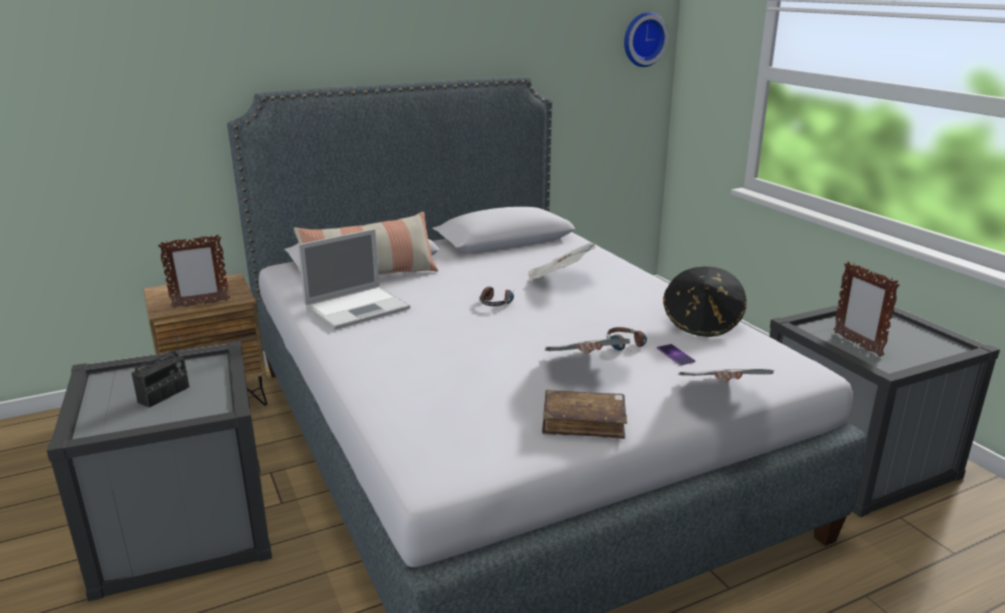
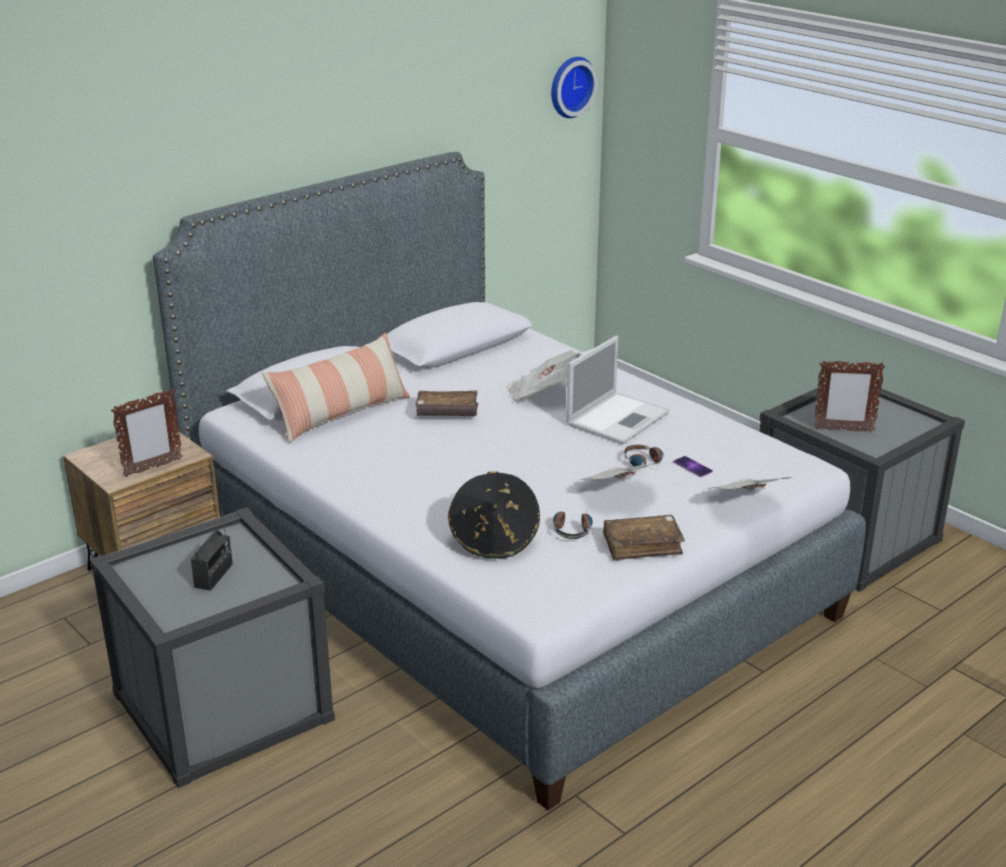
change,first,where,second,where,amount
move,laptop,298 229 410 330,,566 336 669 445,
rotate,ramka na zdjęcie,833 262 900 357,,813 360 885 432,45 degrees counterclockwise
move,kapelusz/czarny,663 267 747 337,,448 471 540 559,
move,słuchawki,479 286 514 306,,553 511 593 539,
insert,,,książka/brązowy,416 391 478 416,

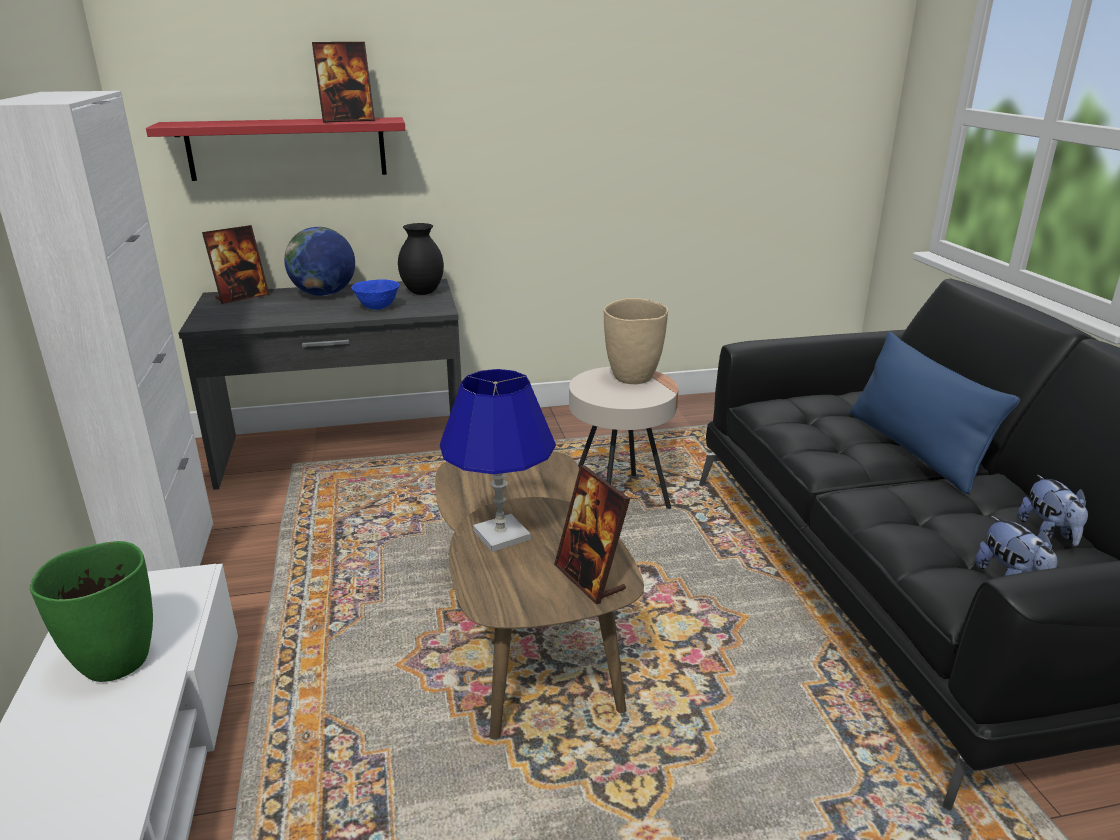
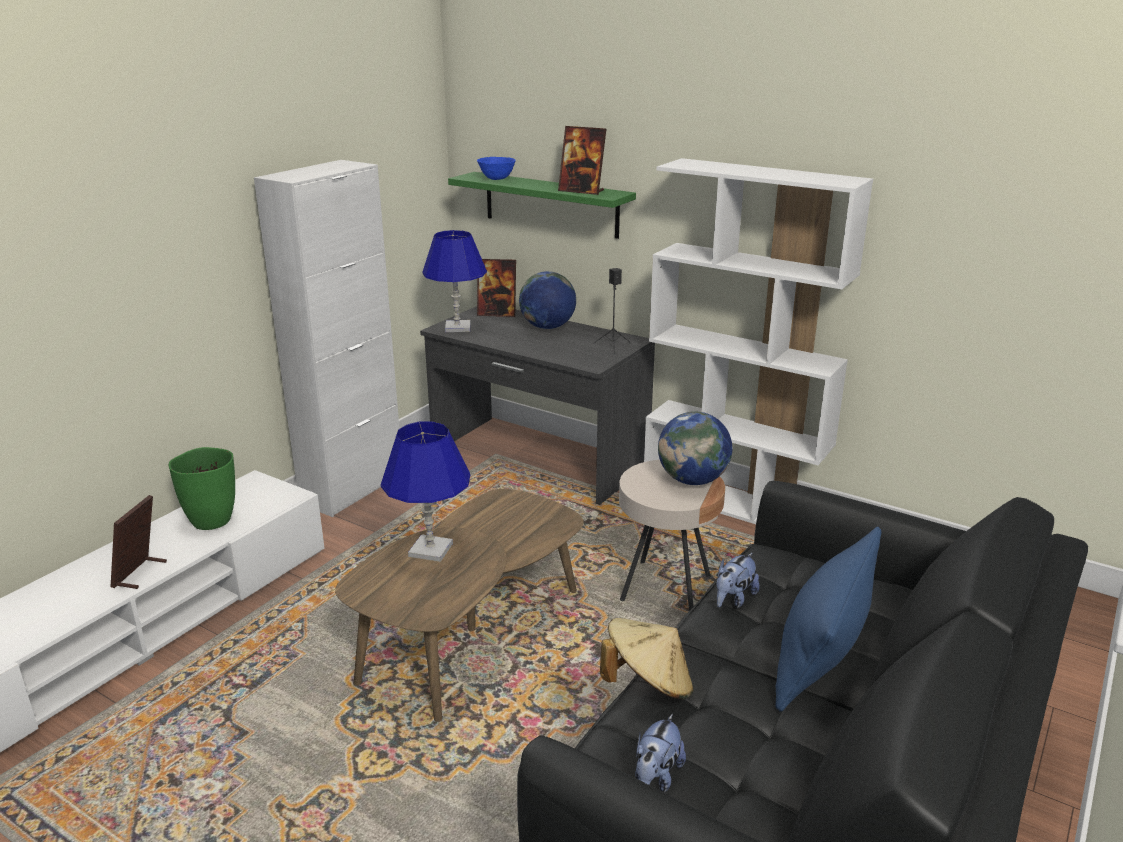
change,first,where,second,where,amount
recolor,półka/czerwony,146 117 405 181,półka/zielony,448 172 636 239,
replace,wazon/czarny,398 223 444 295,głośnik/czarny,594 268 631 355,
move,miska/niebieski,351 279 400 310,,477 157 516 180,
replace,wazon/beżowy,603 298 668 384,globus,658 411 732 485,
move,ramka na zdjęcie,554 465 630 604,,111 495 167 589,
move,pluszak,1017 475 1088 546,,717 553 760 608,
insert,,,regał/biały,644 158 873 524,
insert,,,lampa stołowa/niebieski,422 230 487 332,
insert,,,kapelusz/beżowy,600 618 693 700,

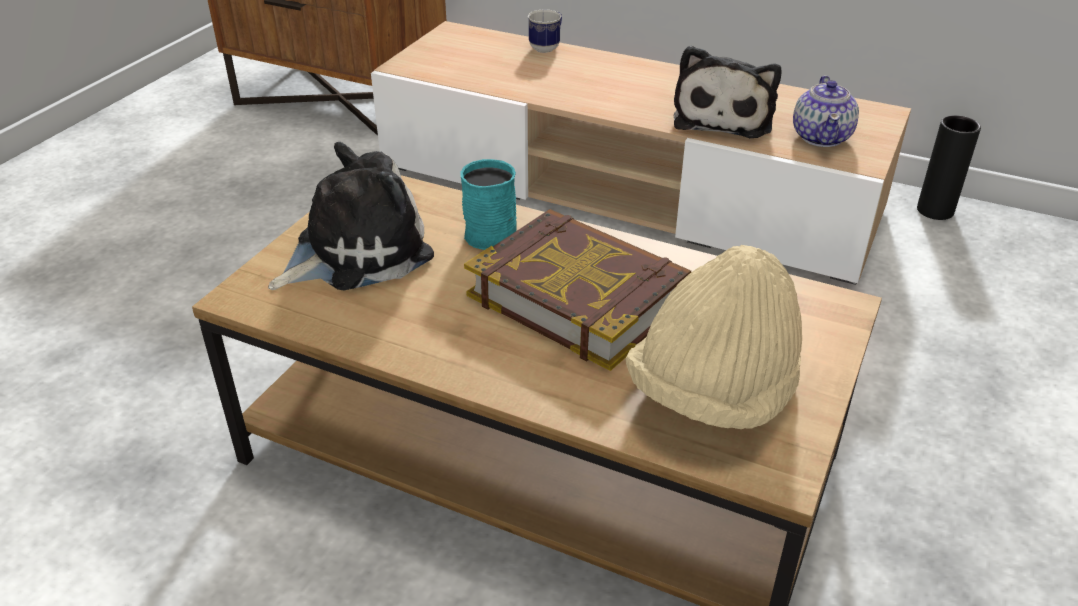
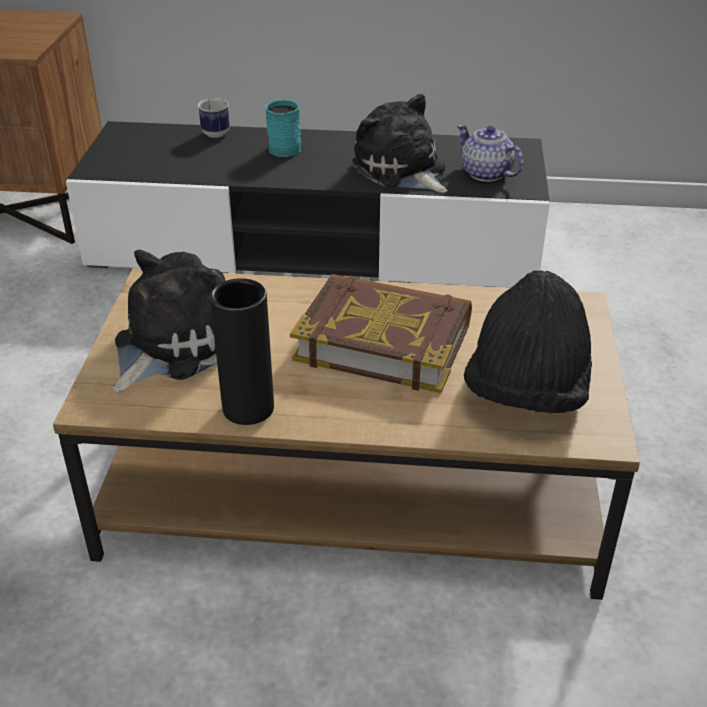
change,first,where,second,where,amount
recolor,szafka pod telewizor/beżowy,371 21 911 285,szafka pod telewizor/czarny,66 121 550 287,
rotate,pluszak,674 45 781 138,,352 94 448 193,150 degrees clockwise
rotate,imbryk,793 75 859 147,,457 124 524 182,150 degrees clockwise
move,wazon/czarny,917 115 981 220,,210 278 274 425,
move,kubek/turkusowy,461 159 517 250,,265 100 301 157,
recolor,kapelusz/beżowy,626 245 802 429,kapelusz/czarny,464 270 592 413,

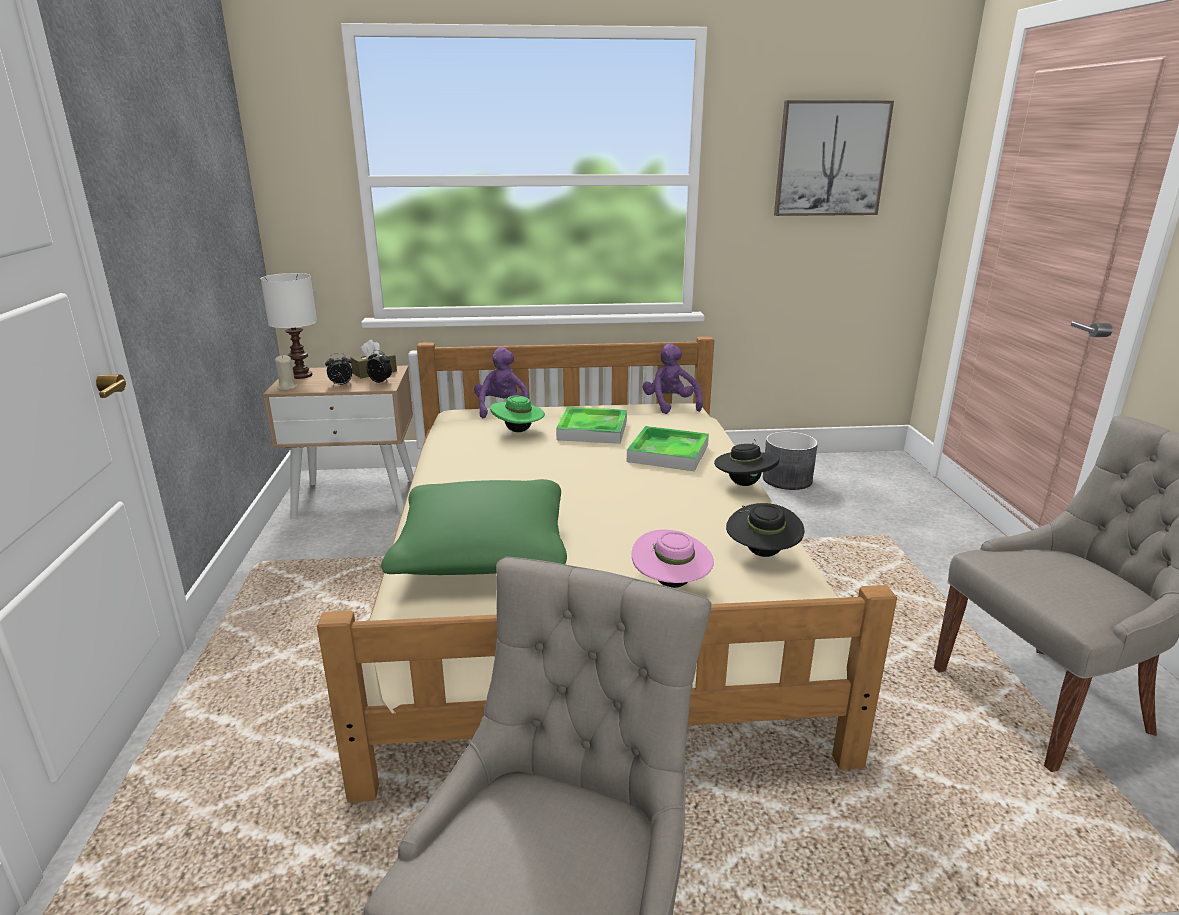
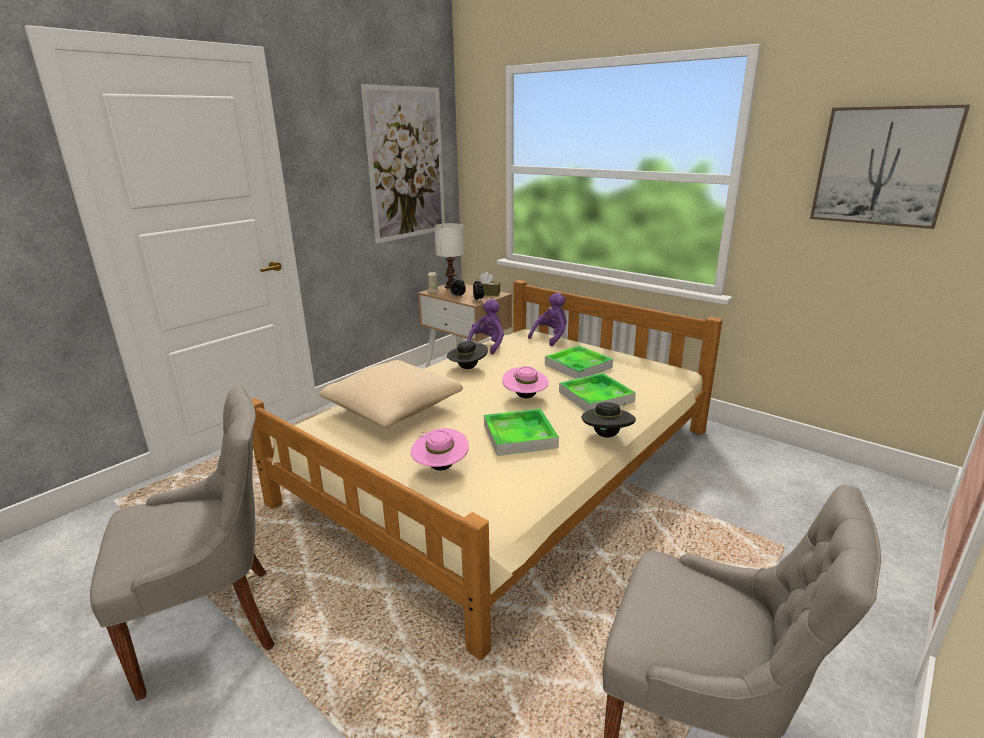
change,first,where,second,where,amount
move,pluszak/fioletowy,643 344 703 414,,467 299 504 355,
delete,kapelusz/zielony,491 395 545 432,,,
delete,donica/szary,763 431 818 490,,,
recolor,poduszka/zielony,381 479 567 575,poduszka/beżowy,319 360 463 428,
move,kapelusz/czarny,726 503 804 557,,447 339 488 369,
insert,,,obraz,361 84 445 243,
insert,,,kapelusz/różowy,502 366 549 398,
insert,,,taca,484 409 559 456,

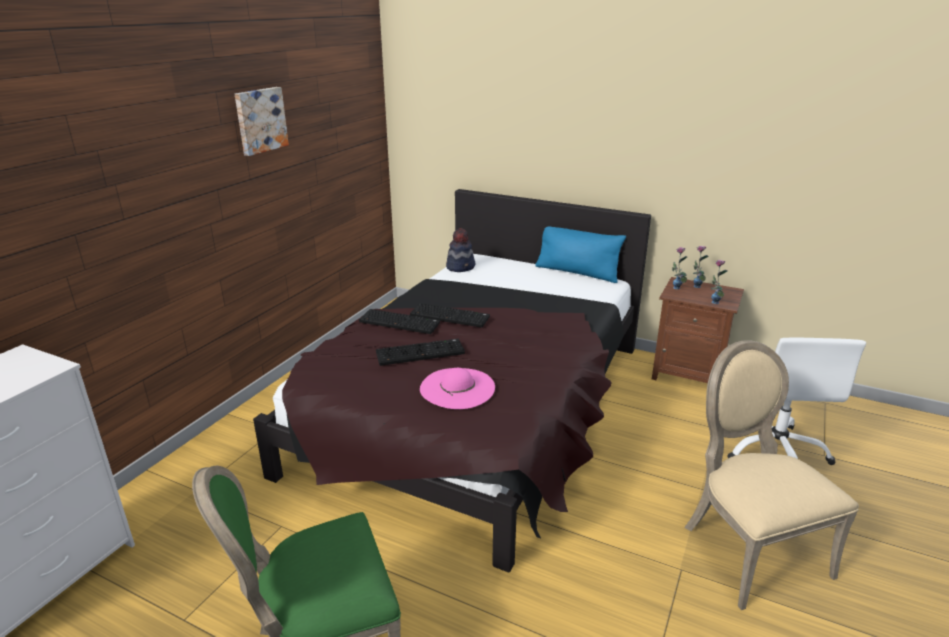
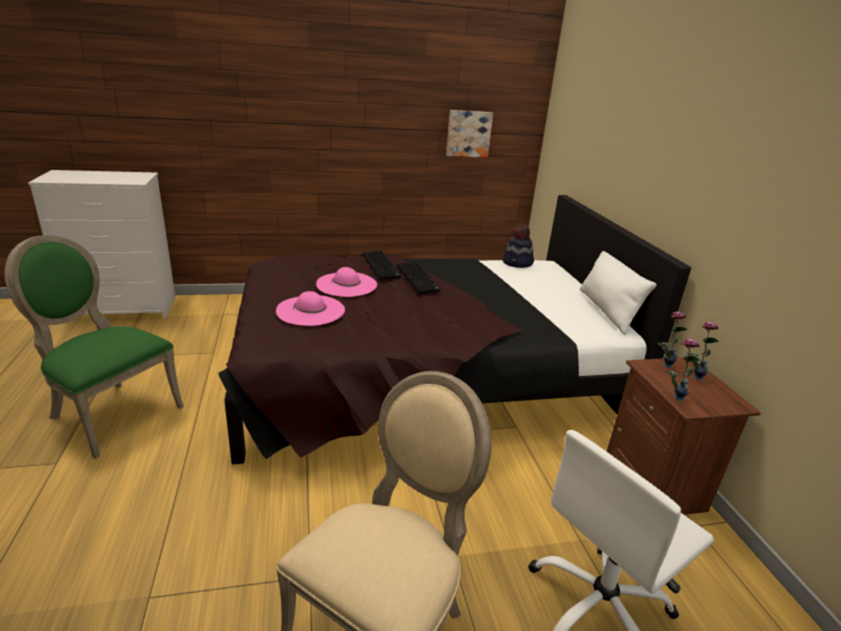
change,first,where,second,where,amount
move,obraz,235 87 289 156,,446 110 493 158,
recolor,poduszka/niebieski,535 227 626 283,poduszka/biały,580 251 657 334,
replace,klawiatura,376 339 465 366,kapelusz/różowy,316 267 377 297,

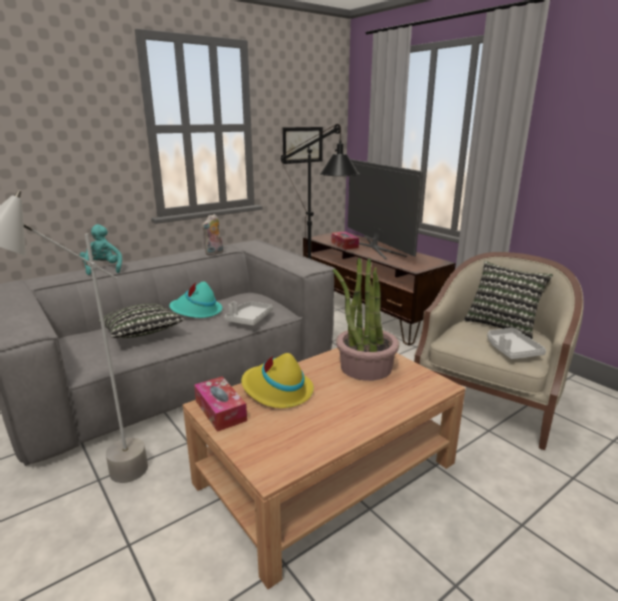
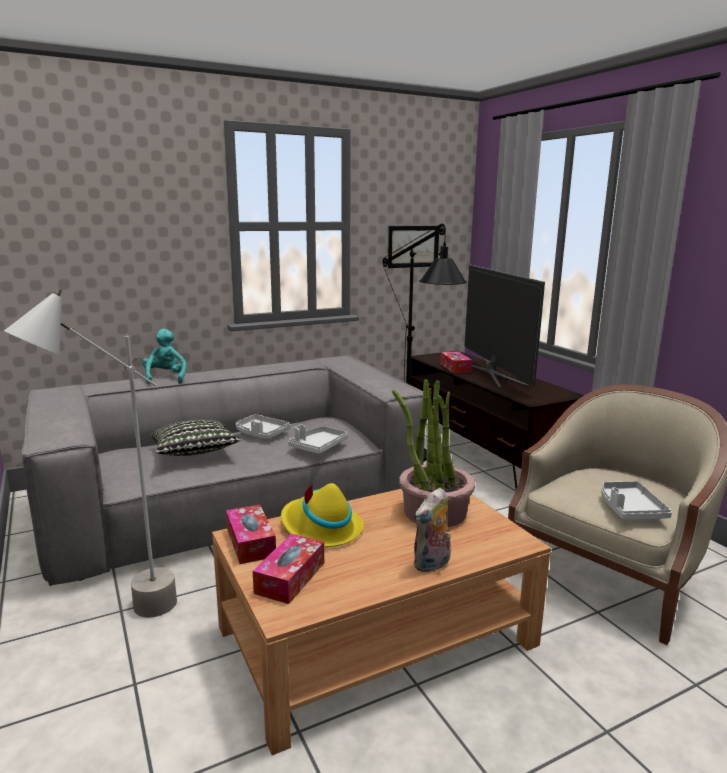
change,first,where,second,where,amount
move,pluszak,201 214 223 255,,413 488 451 572,
delete,poduszka,464 261 553 339,,,
replace,kapelusz/turkusowy,169 281 222 318,taca/szary,236 414 291 439,
insert,,,pudełko chusteczek,253 534 324 604,

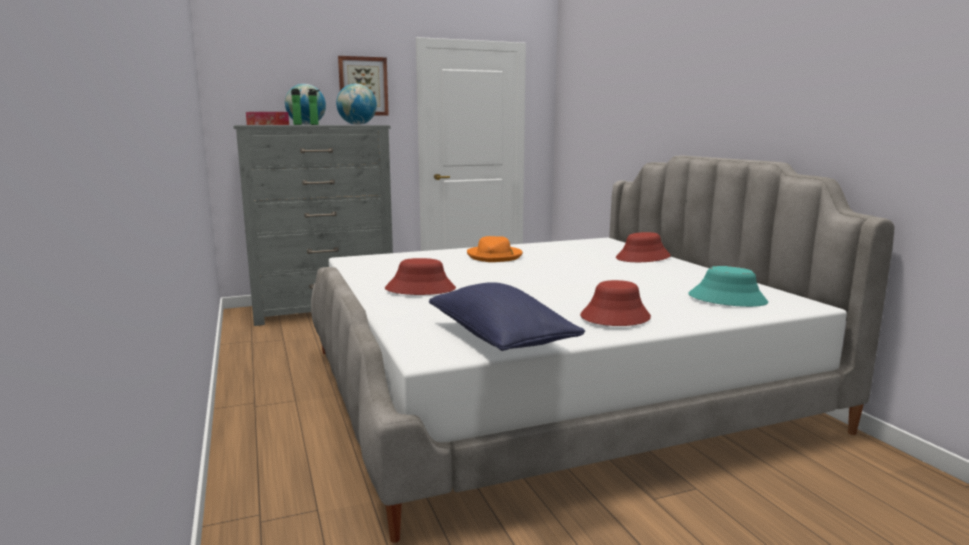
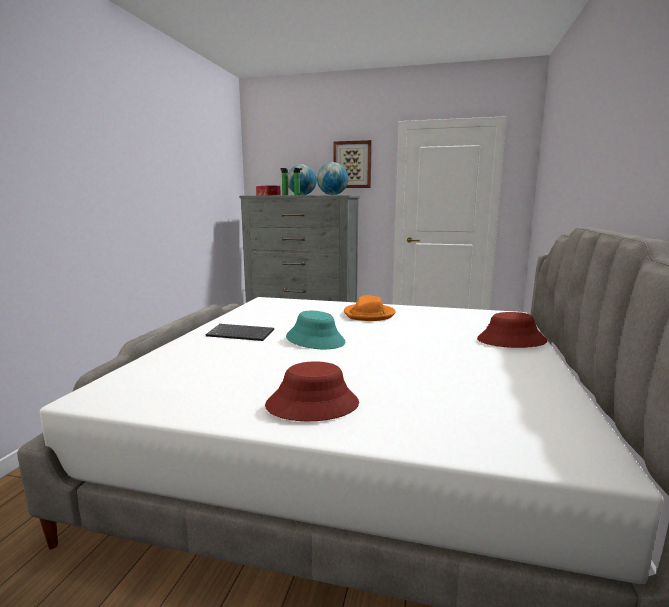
change,first,where,second,where,amount
replace,kapelusz/czerwony,385 258 456 295,klawiatura,206 324 274 341,
move,kapelusz/turkusowy,688 266 768 307,,286 311 345 349,
delete,poduszka/niebieski,429 282 585 351,,,

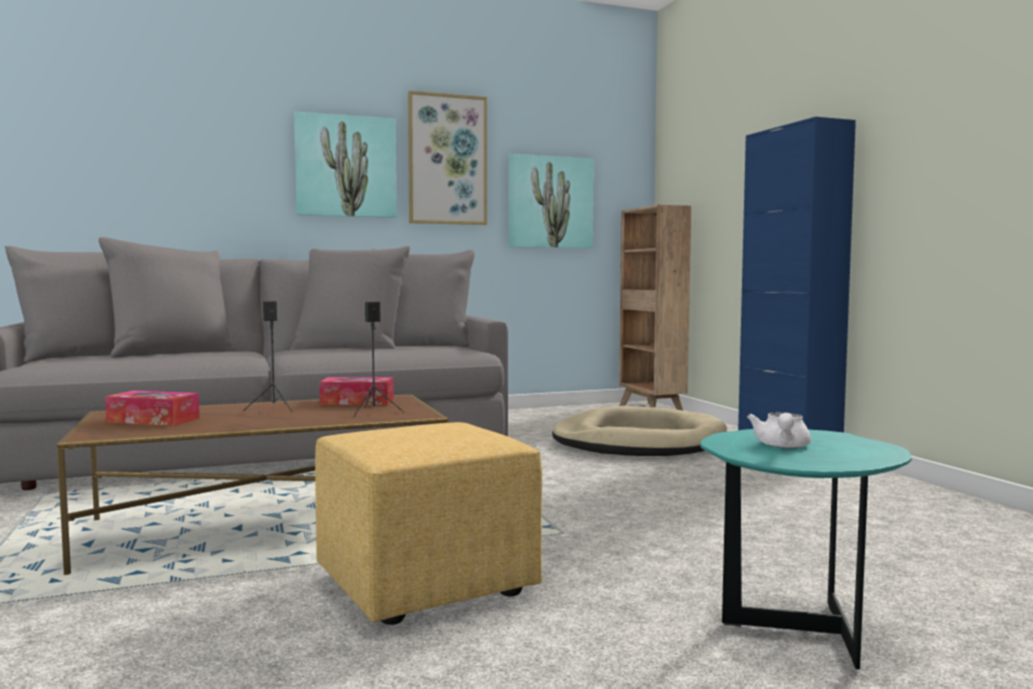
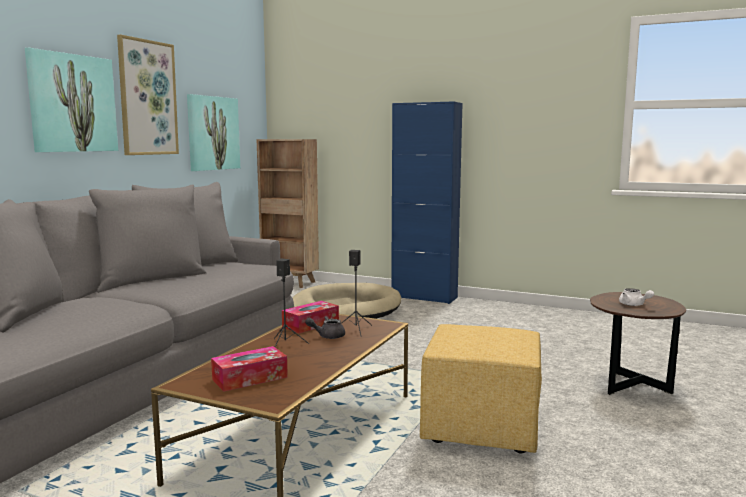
change,first,where,second,where,amount
recolor,stolik/turkusowy,700 429 912 670,stolik/brązowy,590 292 686 395,
insert,,,imbryk/szary,305 316 345 339,

